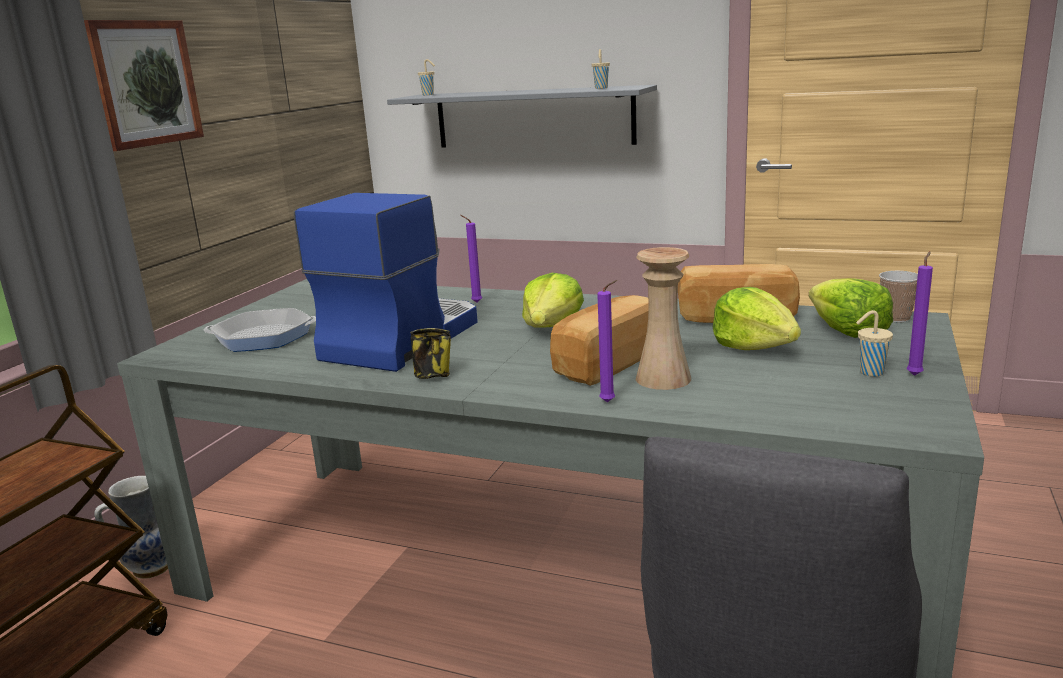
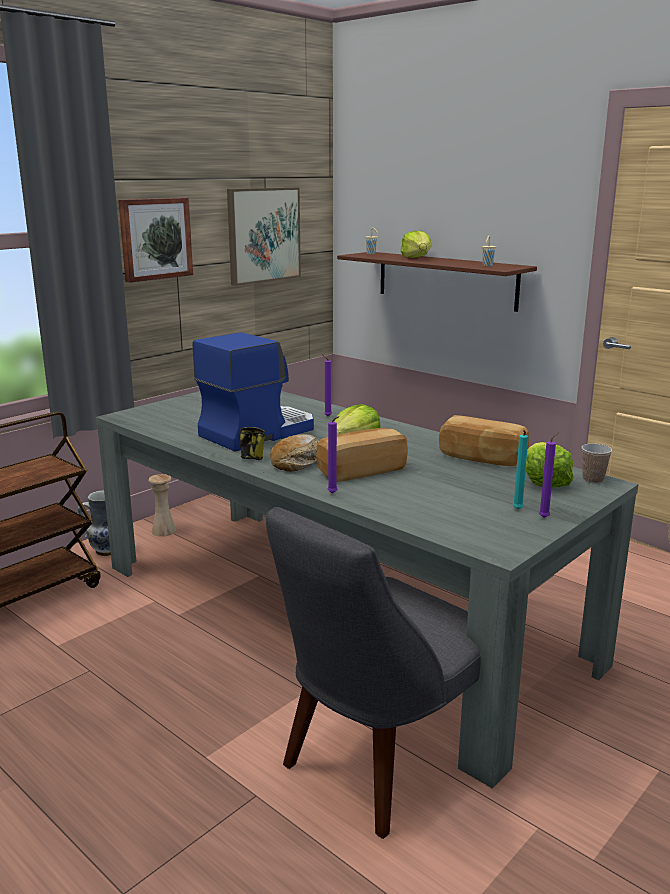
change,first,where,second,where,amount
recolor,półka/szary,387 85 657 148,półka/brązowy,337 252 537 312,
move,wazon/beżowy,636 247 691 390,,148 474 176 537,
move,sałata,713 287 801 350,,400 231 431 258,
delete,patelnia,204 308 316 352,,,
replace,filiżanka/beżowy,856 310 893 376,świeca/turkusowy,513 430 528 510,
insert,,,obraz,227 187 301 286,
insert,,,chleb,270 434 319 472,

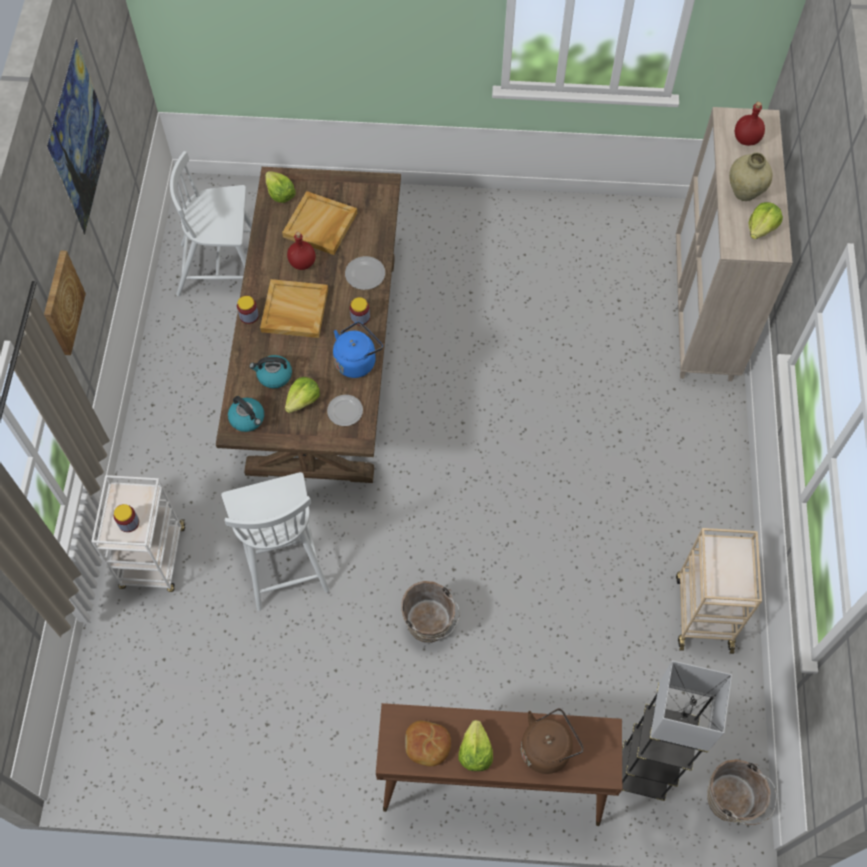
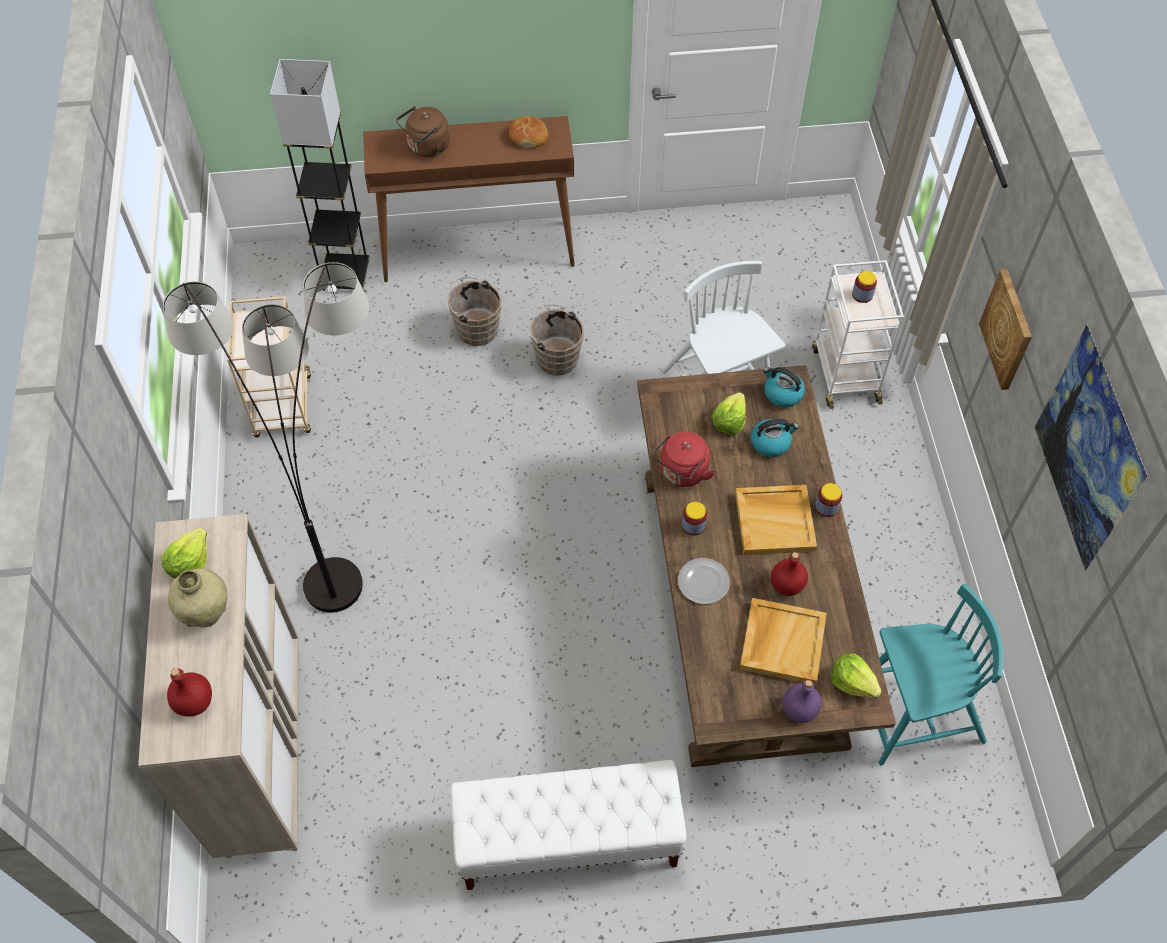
change,first,where,second,where,amount
recolor,krzesło/biały,170 151 252 296,krzesło/turkusowy,878 584 1004 766,
recolor,czajnik/niebieski,333 322 383 378,czajnik/czerwony,652 431 716 487,
delete,talerz,327 395 363 426,,,
delete,sałata,458 720 493 771,,,
move,wiadro/brązowy,707 759 777 825,,442 277 502 346,
insert,,,lampa stojąca,163 262 369 613,
insert,,,butelka/fioletowy,782 680 822 723,
insert,,,ławka/biały,451 760 686 890,

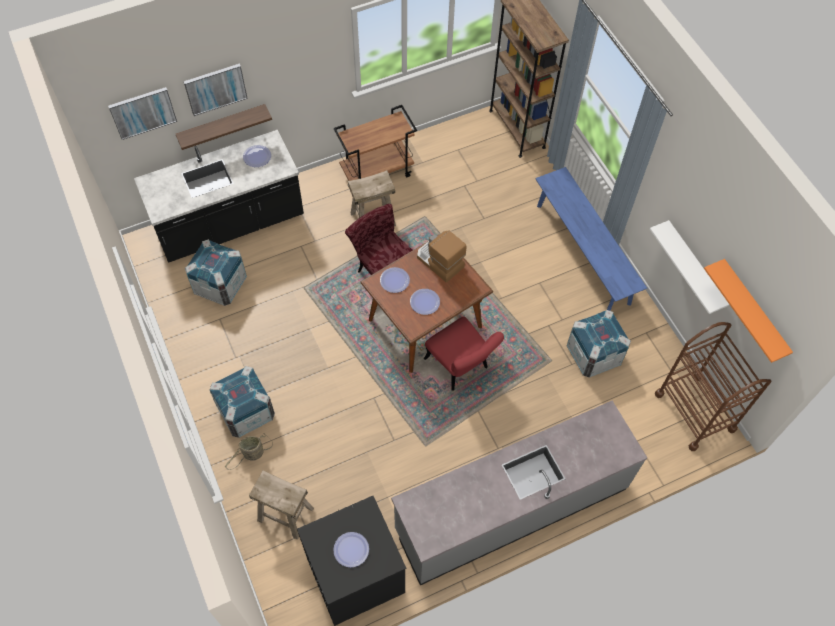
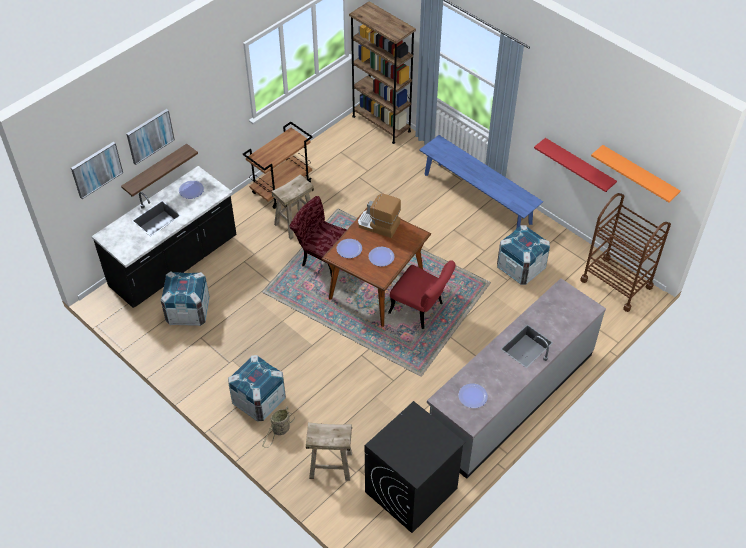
change,first,where,second,where,amount
recolor,półka/biały,650 220 729 314,półka/czerwony,534 138 617 192,
move,talerz,333 532 369 567,,458 384 488 408,

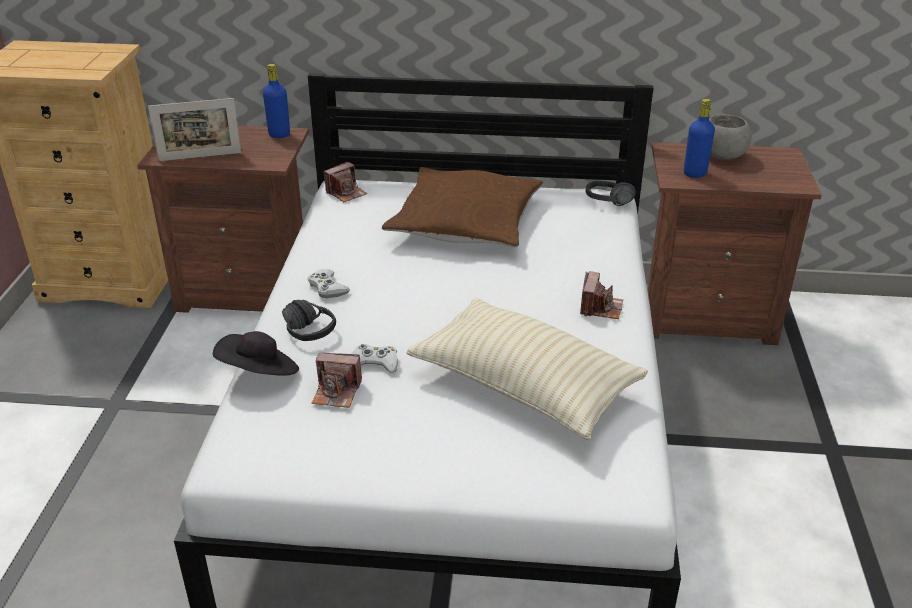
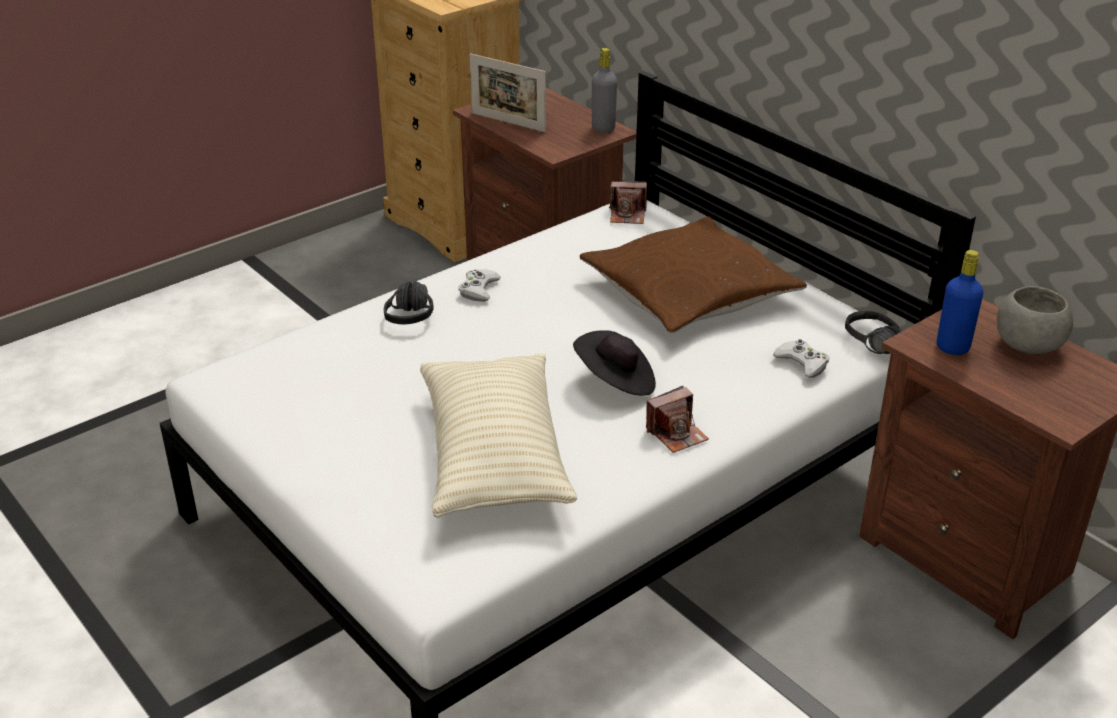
change,first,where,second,where,amount
recolor,butelka/niebieski,263 64 290 138,butelka/szary,592 48 617 133,
move,kapelusz/czarny,213 331 299 376,,573 330 656 396,
move,pad do gier/biały,351 344 398 373,,773 339 829 378,
delete,aparat fotograficzny,312 353 362 408,,,

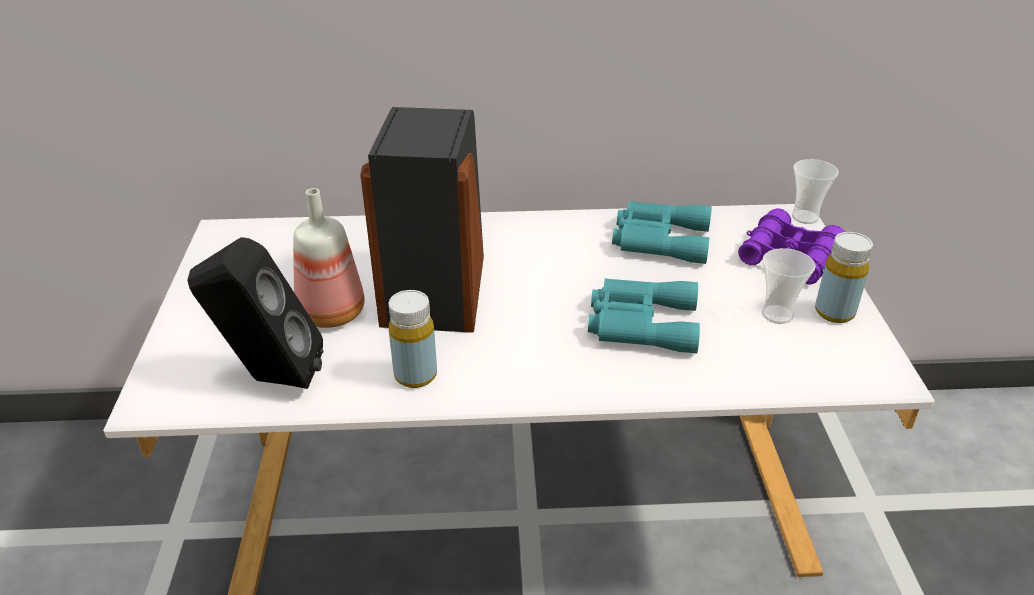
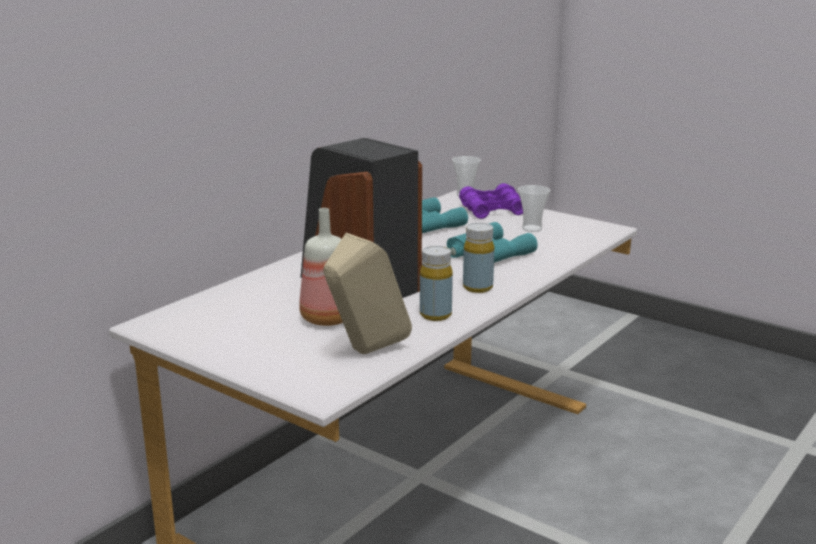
change,first,where,second,where,amount
move,butelka/żółty,815 232 873 323,,463 223 494 293,
recolor,głośnik/czarny,188 237 323 389,głośnik/beżowy,323 233 412 354,

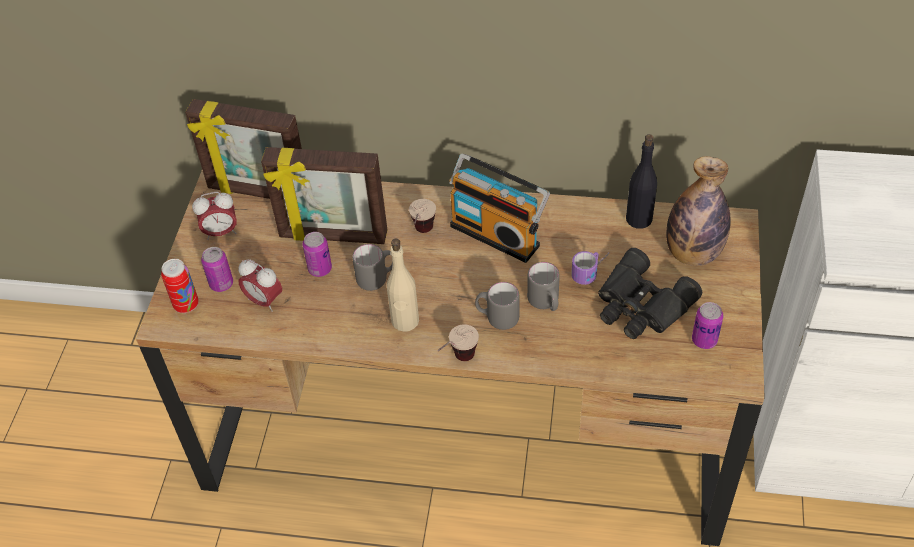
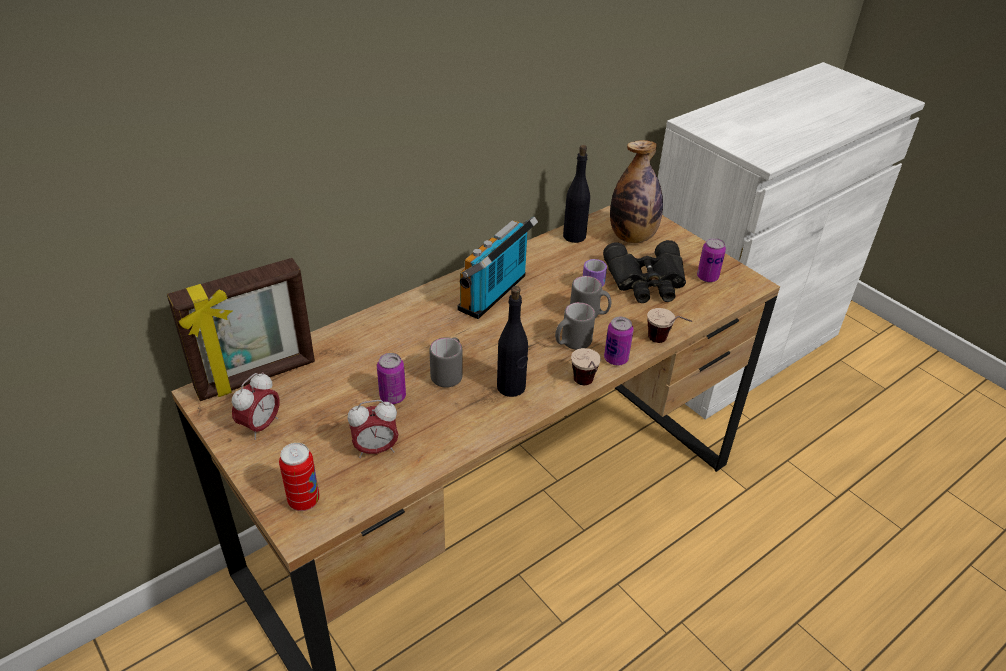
change,first,where,second,where,amount
delete,ramka na zdjęcie,261 147 387 244,,,
rotate,radio,449 154 550 263,,457 216 538 319,135 degrees clockwise
move,filiżanka,409 199 436 233,,647 308 692 343,
recolor,butelka/beżowy,387 239 419 332,butelka/czarny,497 286 528 397,
move,puszka,201 247 233 292,,604 317 634 365,

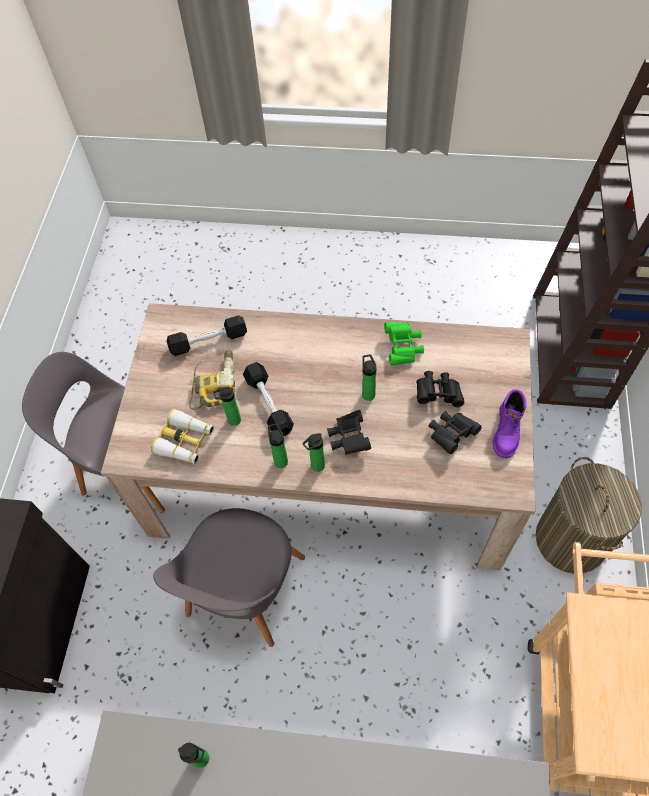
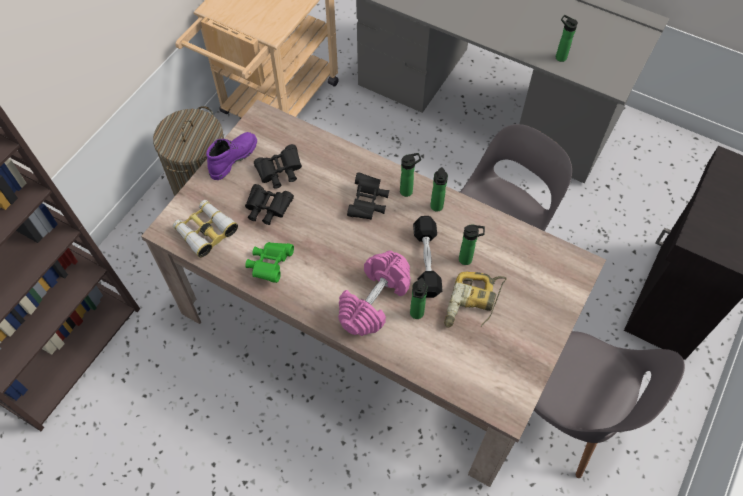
change,first,where,second,where,amount
delete,hantel/czarny,167 315 247 356,,,
move,butelka,362 354 377 401,,410 278 428 319,
move,lornetka,151 408 214 464,,173 200 238 258,
insert,,,hantel/różowy,338 250 411 336,

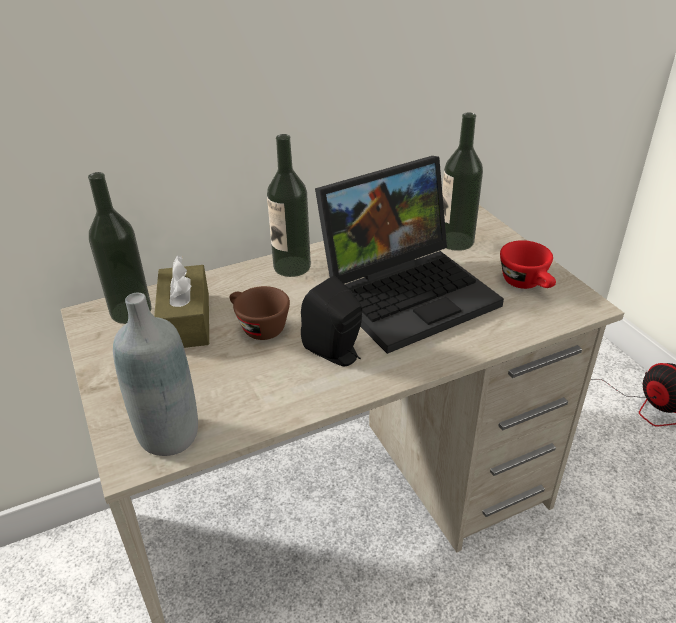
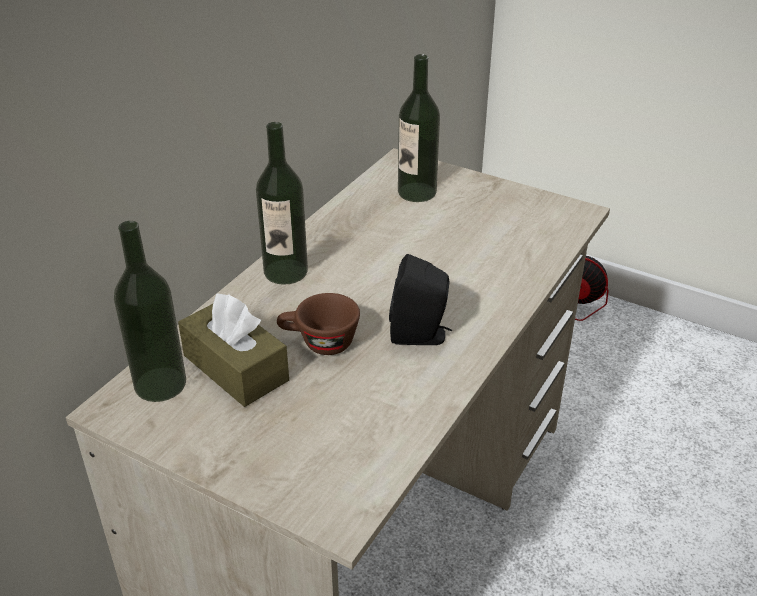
change,first,where,second,where,amount
delete,laptop,315 156 504 354,,,
delete,filiżanka/czerwony,500 240 556 289,,,
delete,butelka/szary,113 293 198 456,,,

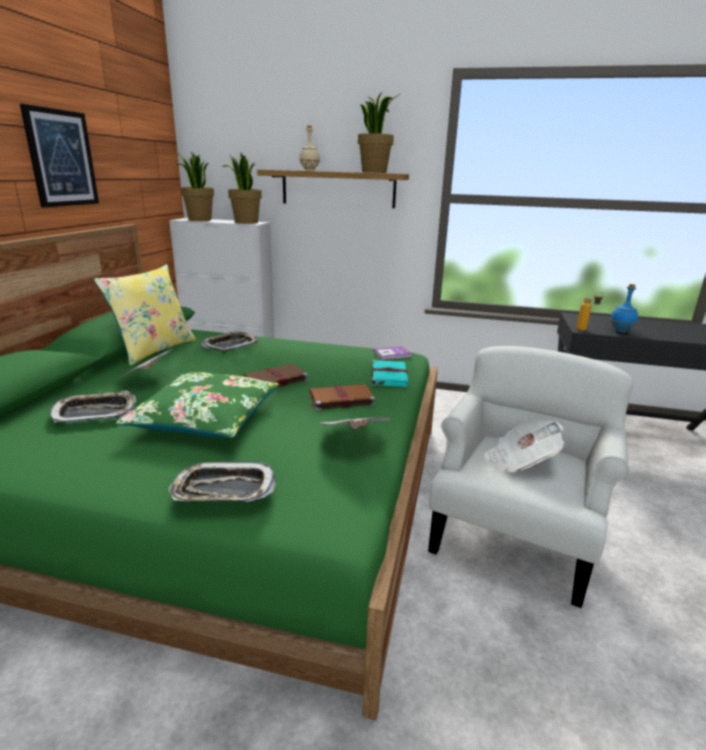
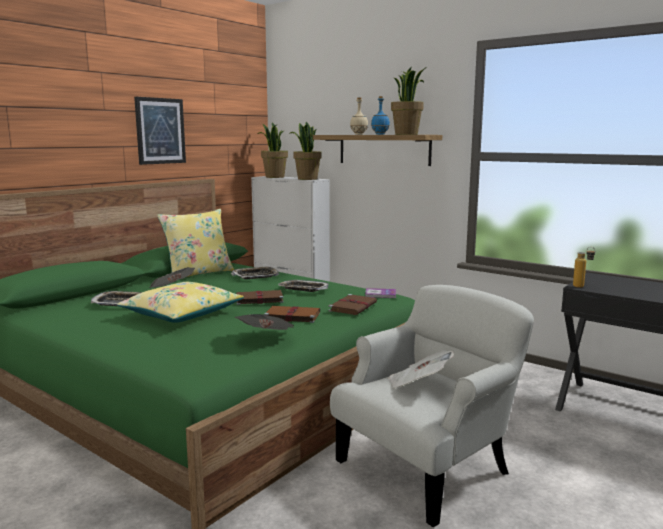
change,first,where,second,where,amount
move,butelka/niebieski,610 284 638 332,,371 96 390 135,
recolor,książka/turkusowy,372 360 409 387,książka/brązowy,328 294 377 315,
recolor,poduszka/zielony,116 372 279 438,poduszka/żółty,117 282 244 323,
move,taca,169 462 276 502,,278 280 329 292,

